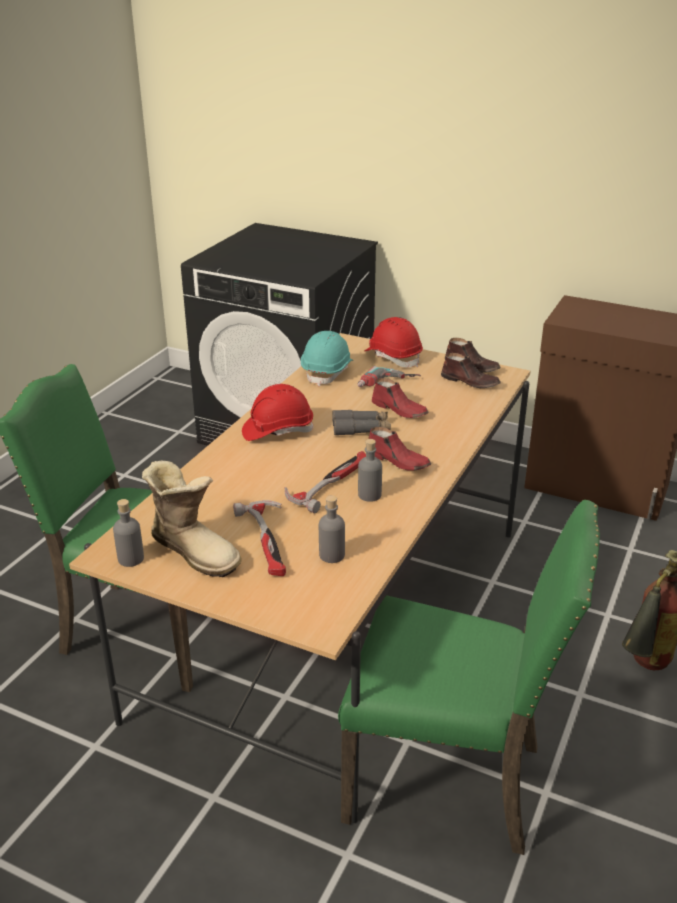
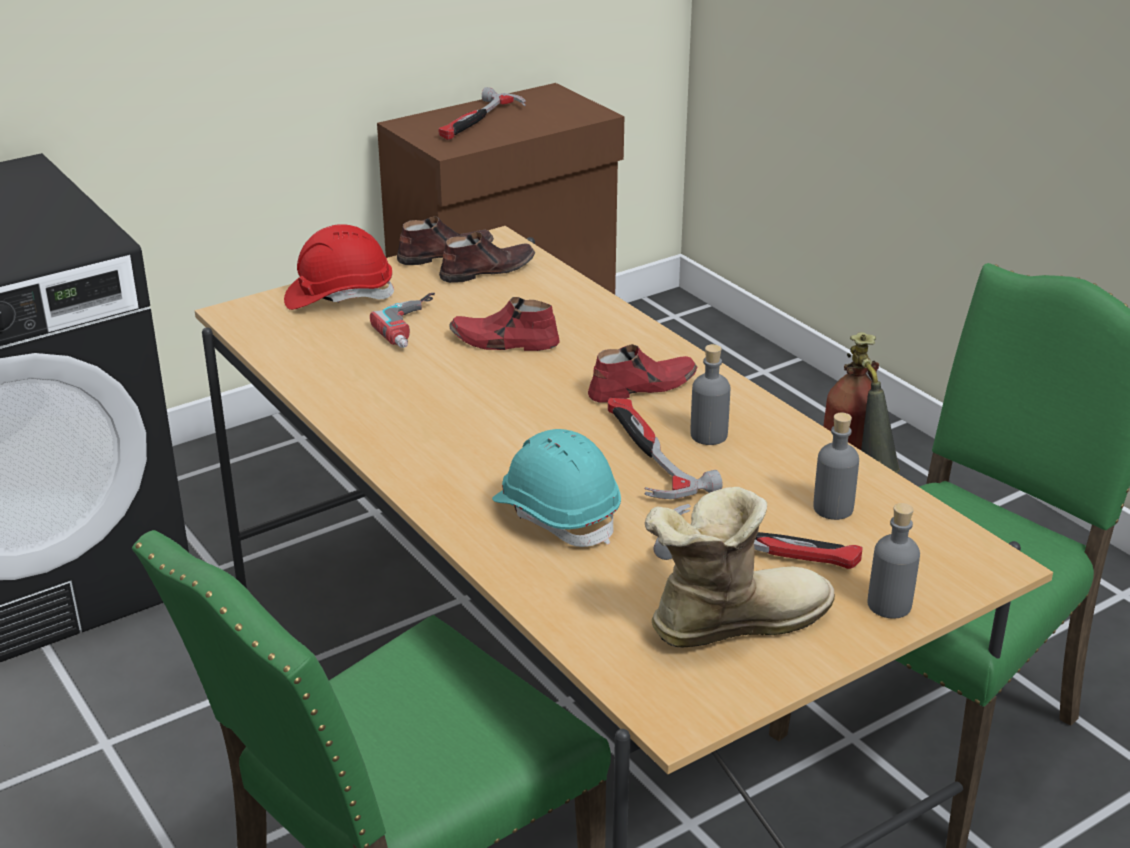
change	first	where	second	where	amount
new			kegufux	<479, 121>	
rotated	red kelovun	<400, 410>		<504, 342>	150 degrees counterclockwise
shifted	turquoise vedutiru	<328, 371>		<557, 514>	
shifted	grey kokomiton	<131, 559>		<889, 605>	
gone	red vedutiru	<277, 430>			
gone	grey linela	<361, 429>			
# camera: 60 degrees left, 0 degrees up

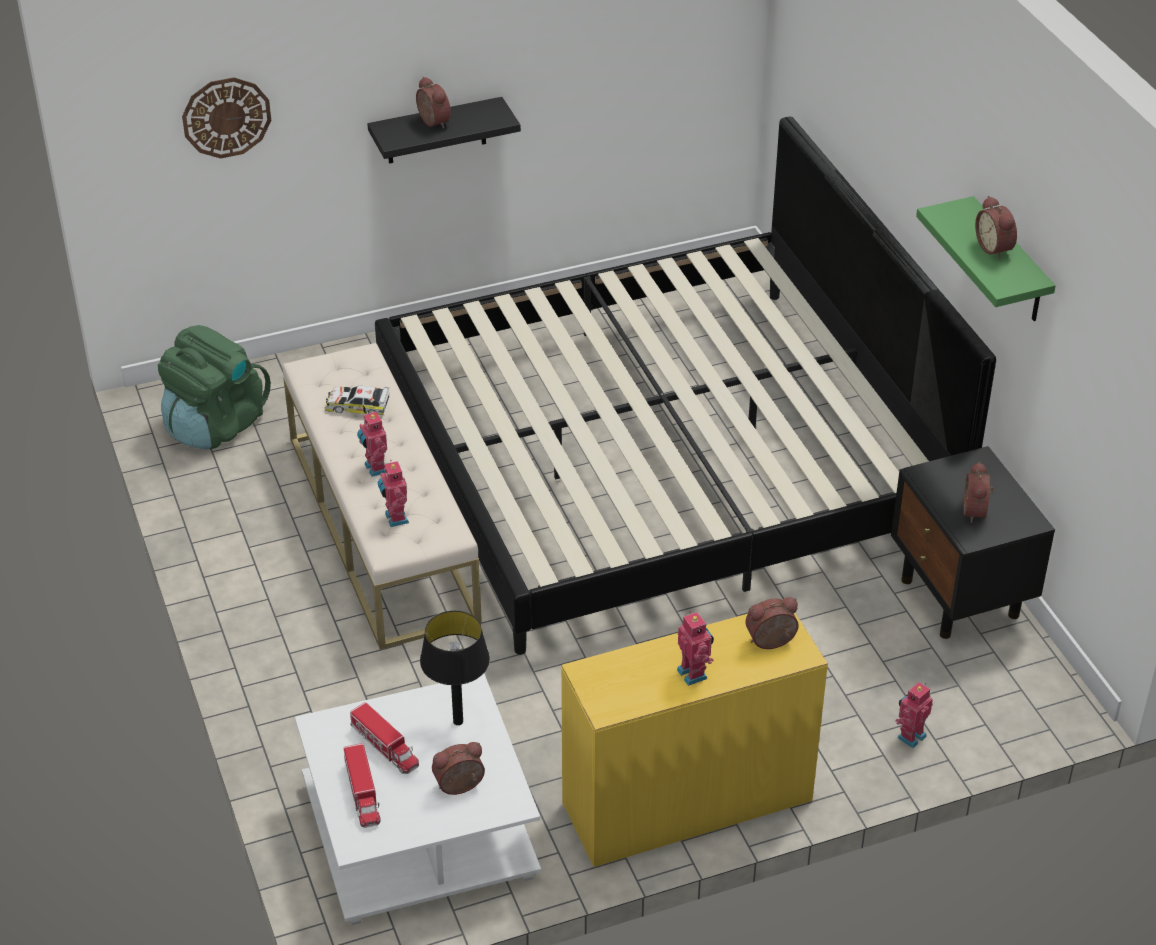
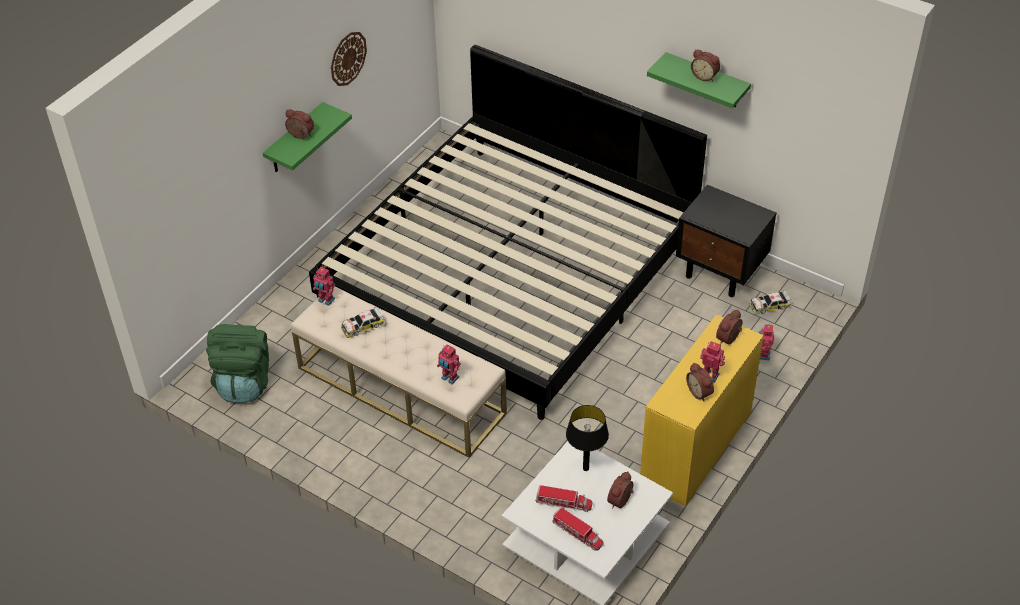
change	first	where	second	where	amount
repainted	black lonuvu	<436, 131>	green lonuvu	<295, 139>	
shifted	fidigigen	<375, 468>		<326, 300>	
shifted	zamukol	<226, 117>		<348, 58>	
shifted	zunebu	<976, 511>		<700, 392>	
new			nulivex	<769, 306>	
# camera: 35 degrees left, 5 degrees up

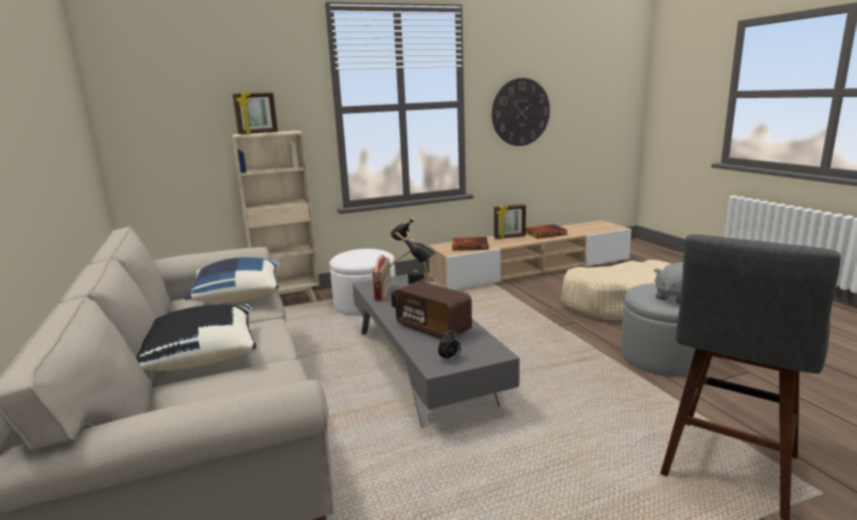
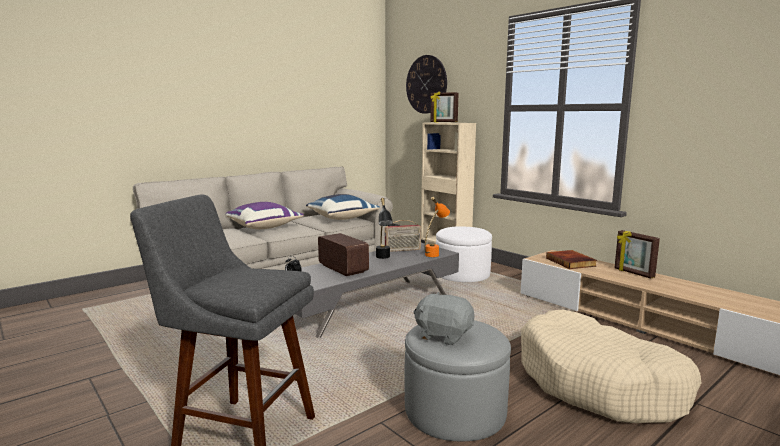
change	first	where	second	where	amount
repainted	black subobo	<200, 356>	purple subobo	<263, 227>	
rotated	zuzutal	<433, 328>		<342, 268>	120 degrees clockwise
shifted	zamukol	<520, 112>		<426, 84>	
repainted	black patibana	<411, 281>	orange patibana	<435, 253>	
gone	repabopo	<545, 233>			
# camera: 70 degrees right, 5 degrees down

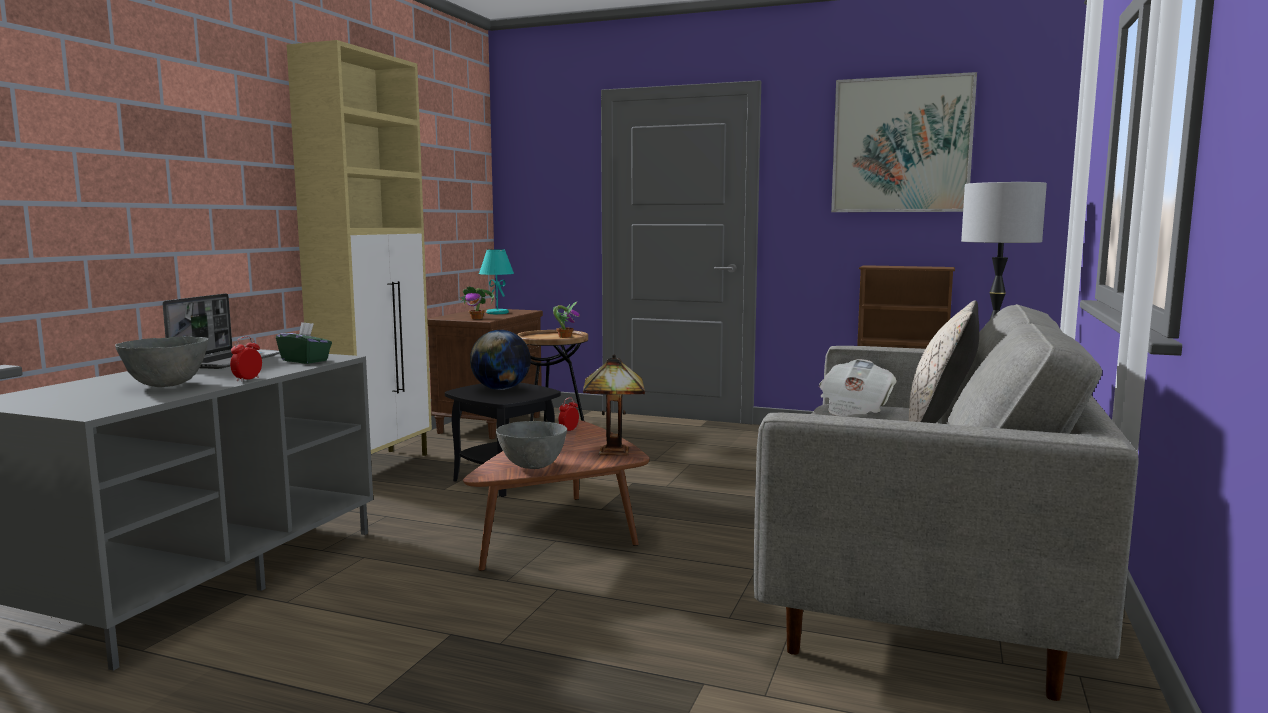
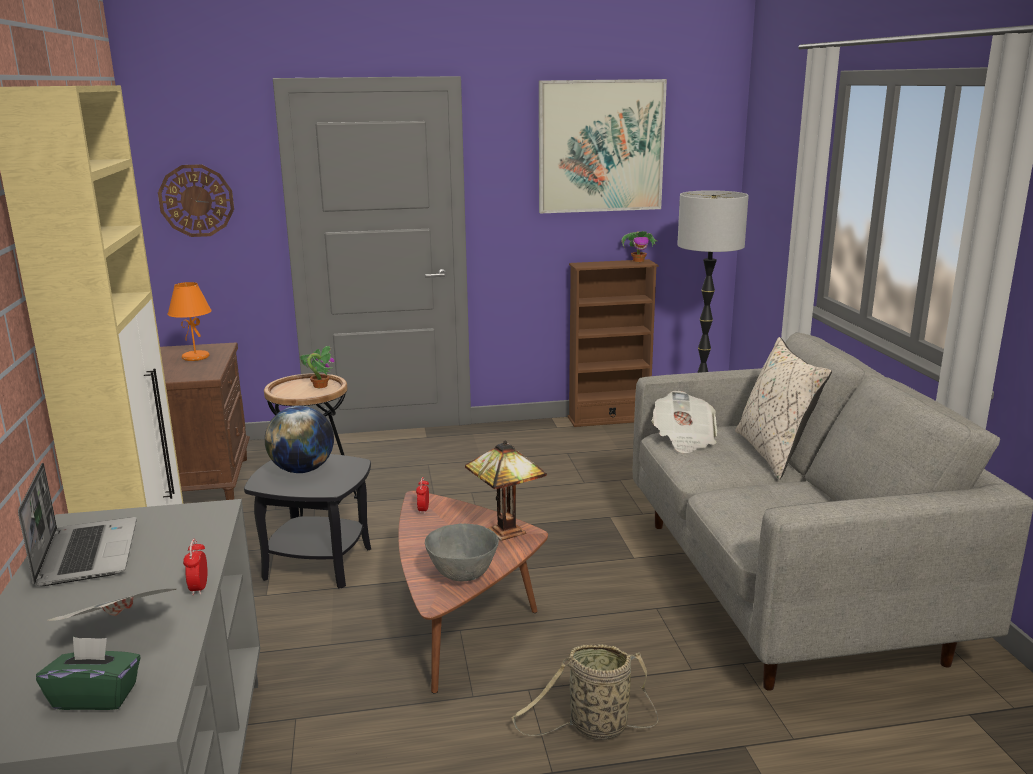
change	first	where	second	where	amount
shifted	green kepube	<305, 361>		<96, 696>	
swapped	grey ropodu	<166, 385>	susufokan	<120, 631>	
new			zamukol	<196, 200>	
repainted	turquoise patibana	<497, 313>	orange patibana	<195, 357>	
new			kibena	<594, 728>	
shifted	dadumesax	<477, 318>		<638, 261>	
# camera: 30 degrees left, 10 degrees up

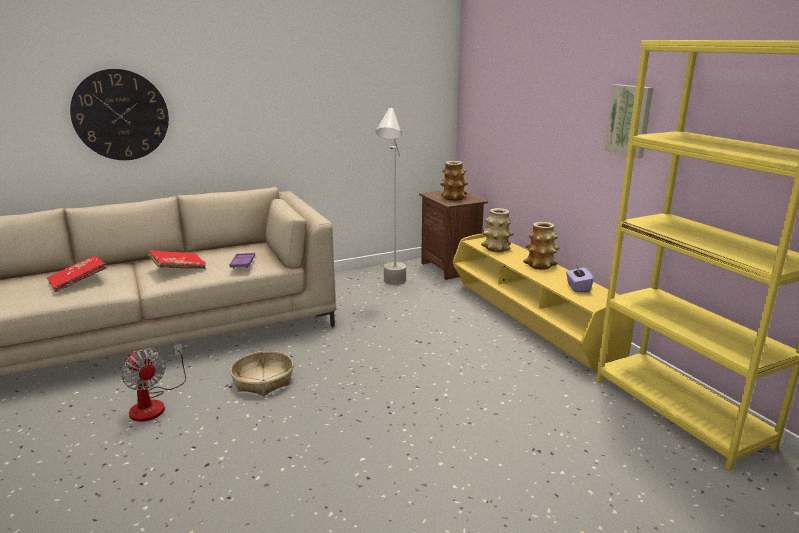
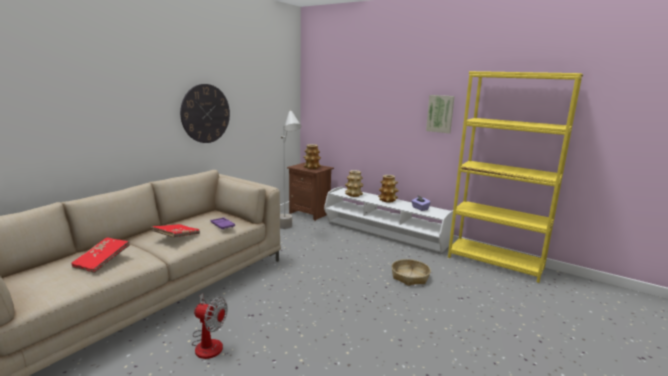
change	first	where	second	where	amount
shifted	zamukol	<121, 115>		<205, 113>	
repainted	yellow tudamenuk	<529, 320>	white tudamenuk	<384, 234>	
shifted	kibena	<263, 380>		<410, 277>	
# camera: 30 degrees left, 5 degrees down

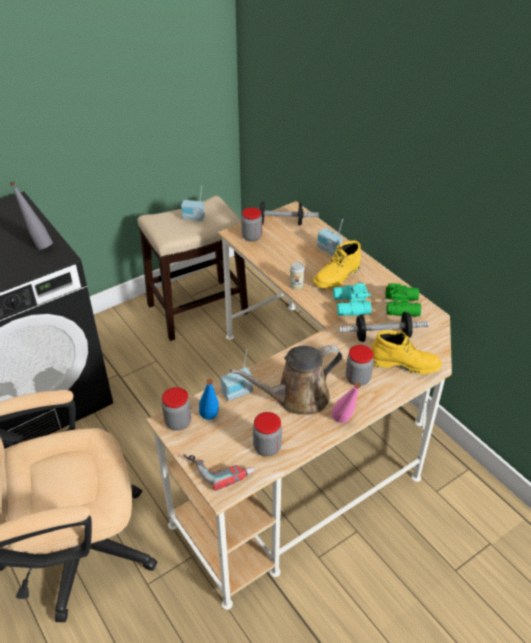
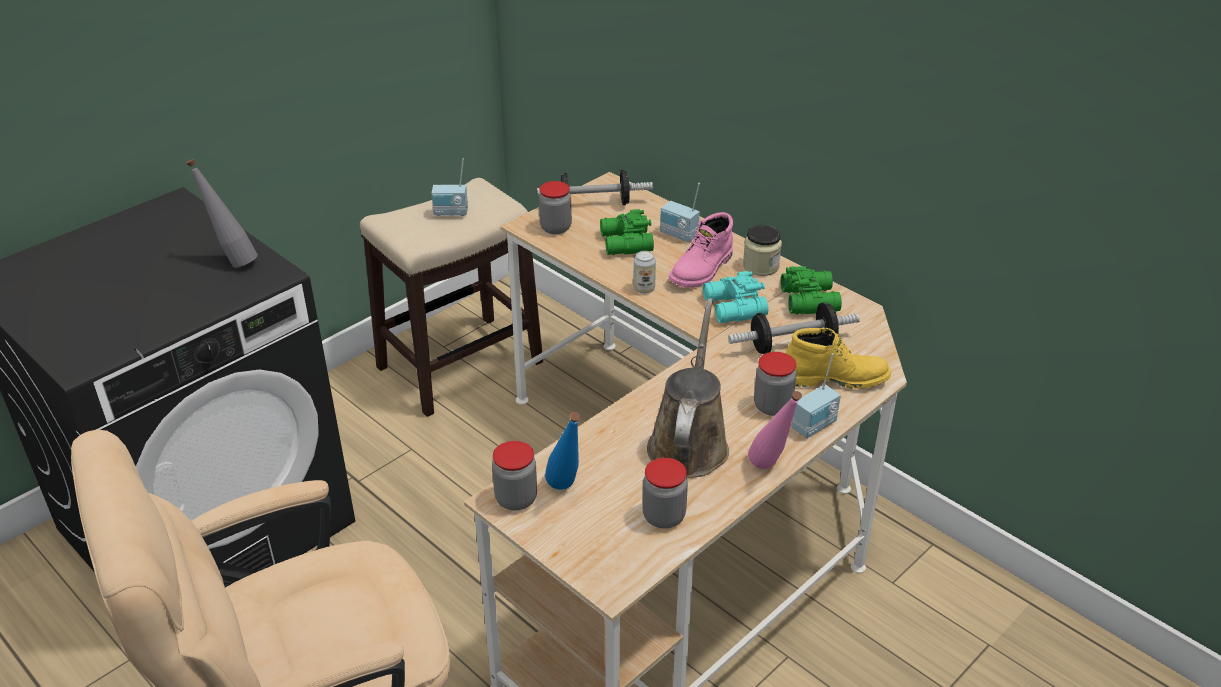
change	first	where	second	where	amount
new			green linela	<625, 243>	
rotated	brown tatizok	<297, 398>		<689, 443>	135 degrees clockwise
repainted	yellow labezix	<337, 277>	pink labezix	<702, 270>	
new			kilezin	<760, 266>	
shifted	zuzutal	<238, 393>		<815, 426>	
gone	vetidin	<219, 466>			
# camera: 10 degrees left, 5 degrees down

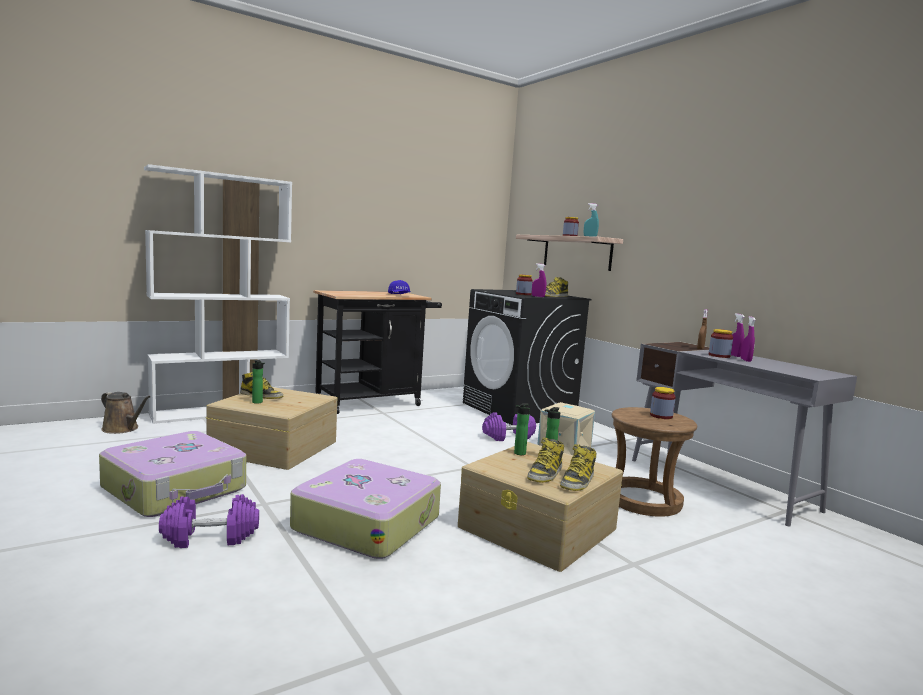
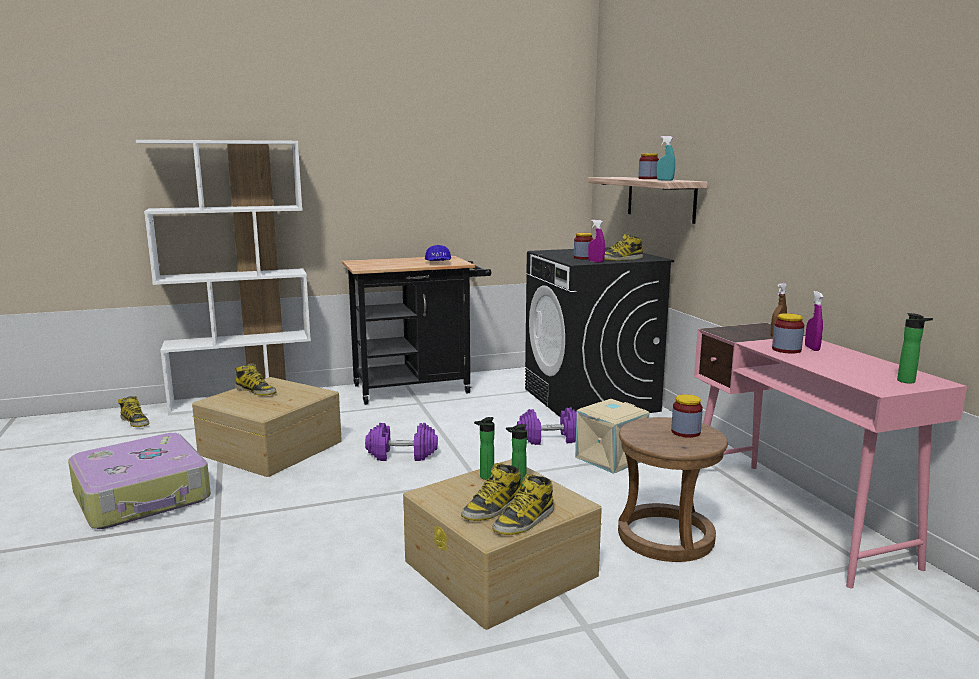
change	first	where	second	where	amount
swapped	brown tatizok	<122, 429>	labezix	<135, 422>	
shifted	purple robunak	<210, 538>		<401, 455>	
repainted	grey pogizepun	<720, 484>	pink pogizepun	<795, 518>	
shifted	kokomiton	<258, 402>		<908, 382>	
gone	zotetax	<367, 523>			
gone	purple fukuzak	<745, 360>			
# camera: 15 degrees right, 5 degrees up

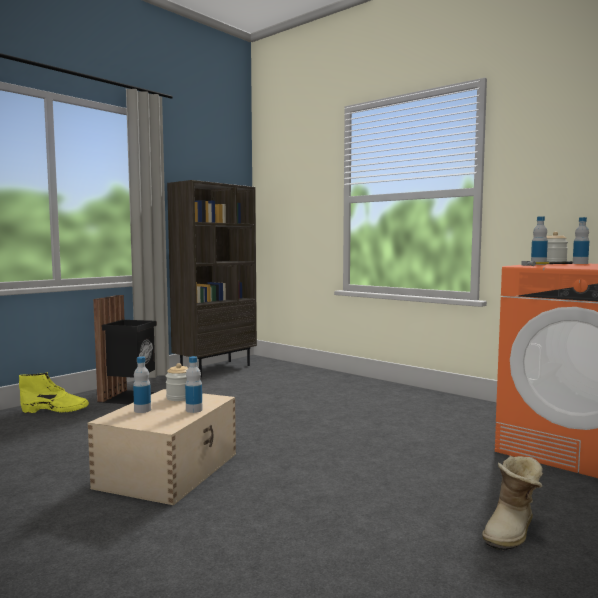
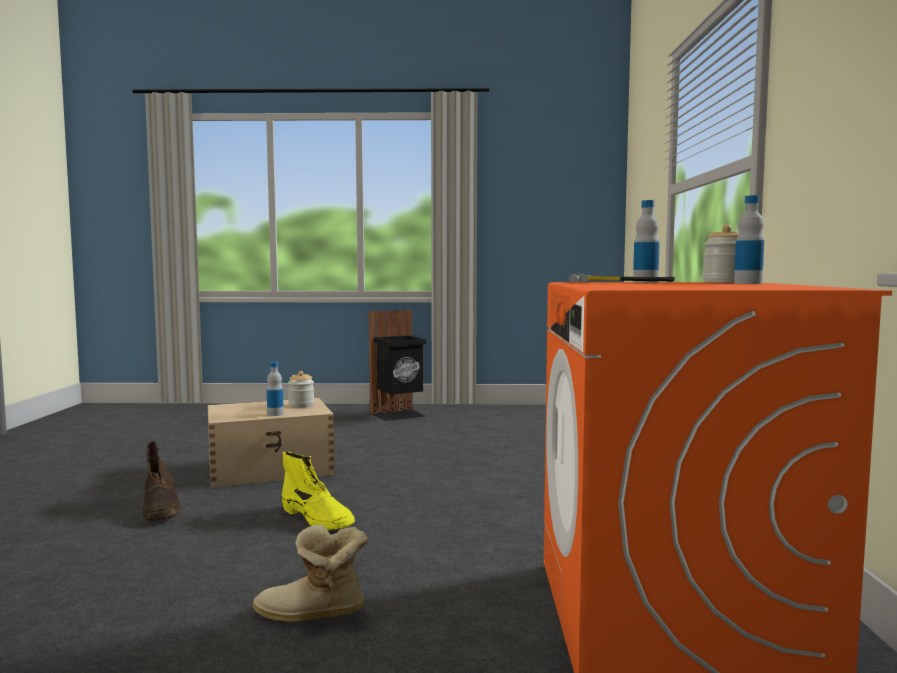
change	first	where	second	where	amount
new			brown labezix	<161, 508>	
shifted	yellow labezix	<56, 410>		<318, 519>	
gone	kokomiton	<142, 410>			
gone	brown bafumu	<215, 368>			
# camera: 50 degrees right, 0 degrees up

